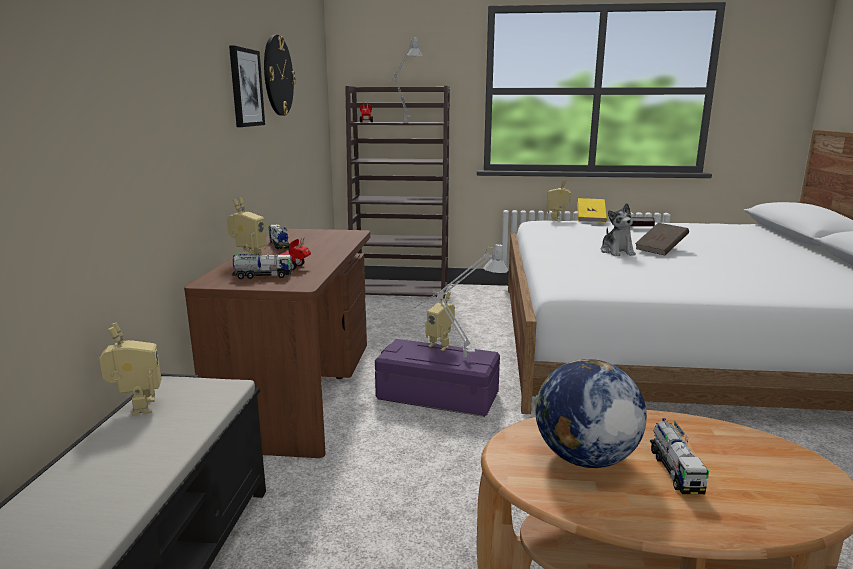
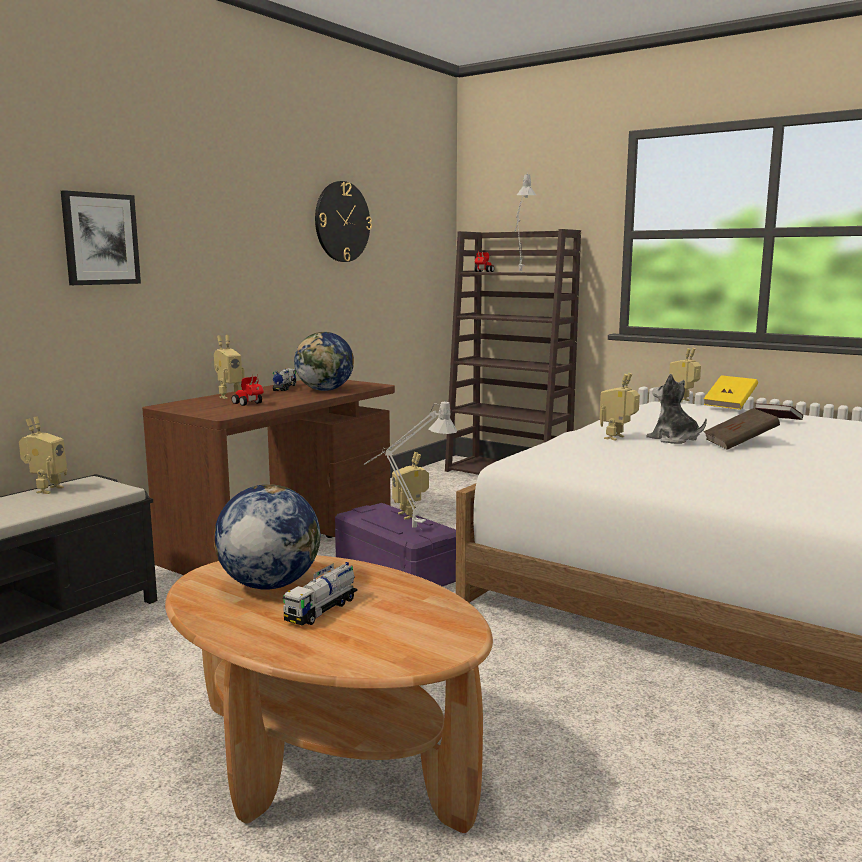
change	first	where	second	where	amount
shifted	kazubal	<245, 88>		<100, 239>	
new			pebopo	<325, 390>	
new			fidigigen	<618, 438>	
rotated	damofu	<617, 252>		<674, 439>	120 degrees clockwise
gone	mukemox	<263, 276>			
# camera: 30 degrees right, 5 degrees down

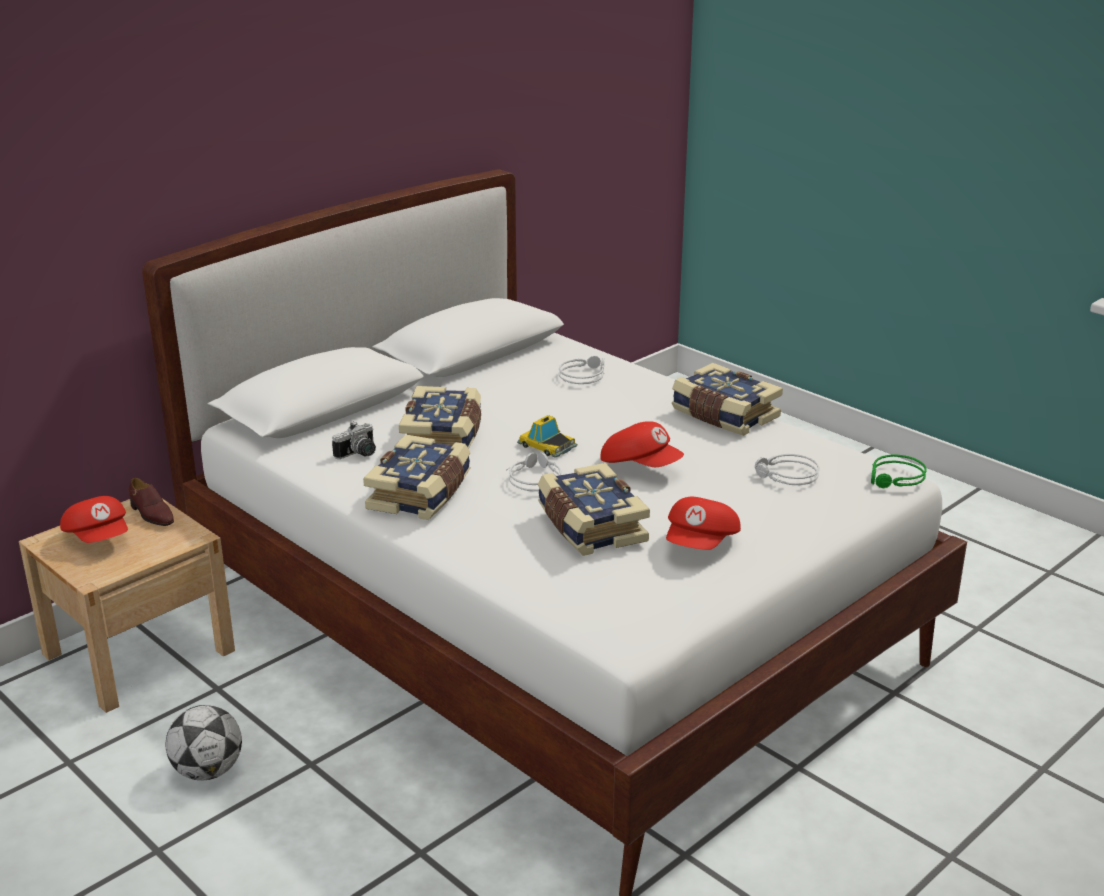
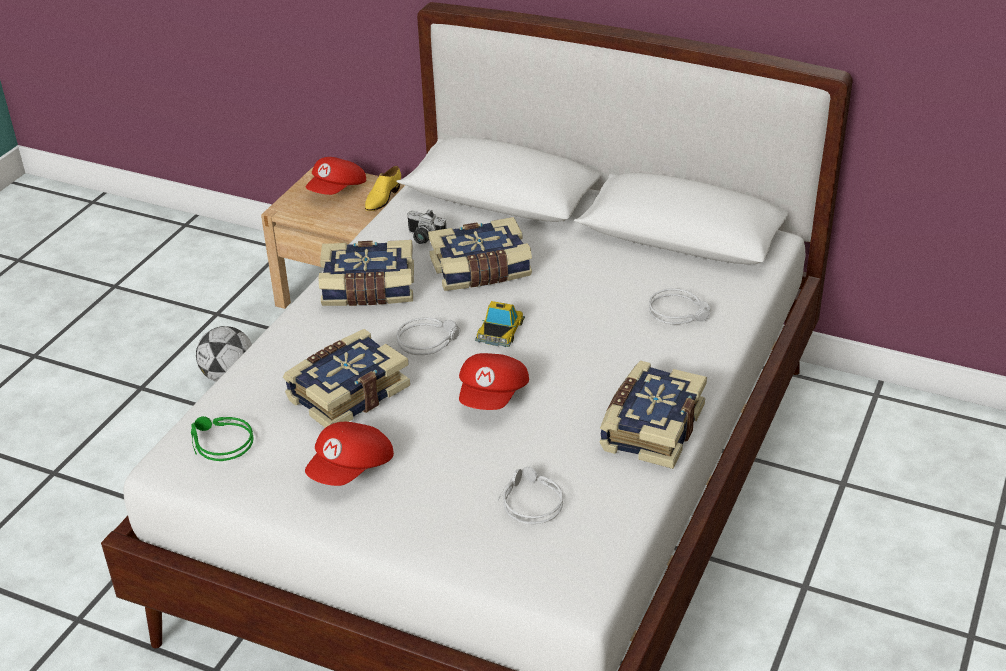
change	first	where	second	where	amount
shifted	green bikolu	<896, 479>		<219, 444>	
rotated	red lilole	<701, 544>		<352, 469>	60 degrees counterclockwise
repainted	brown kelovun	<151, 514>	yellow kelovun	<382, 198>	
# camera: 70 degrees right, 10 degrees up

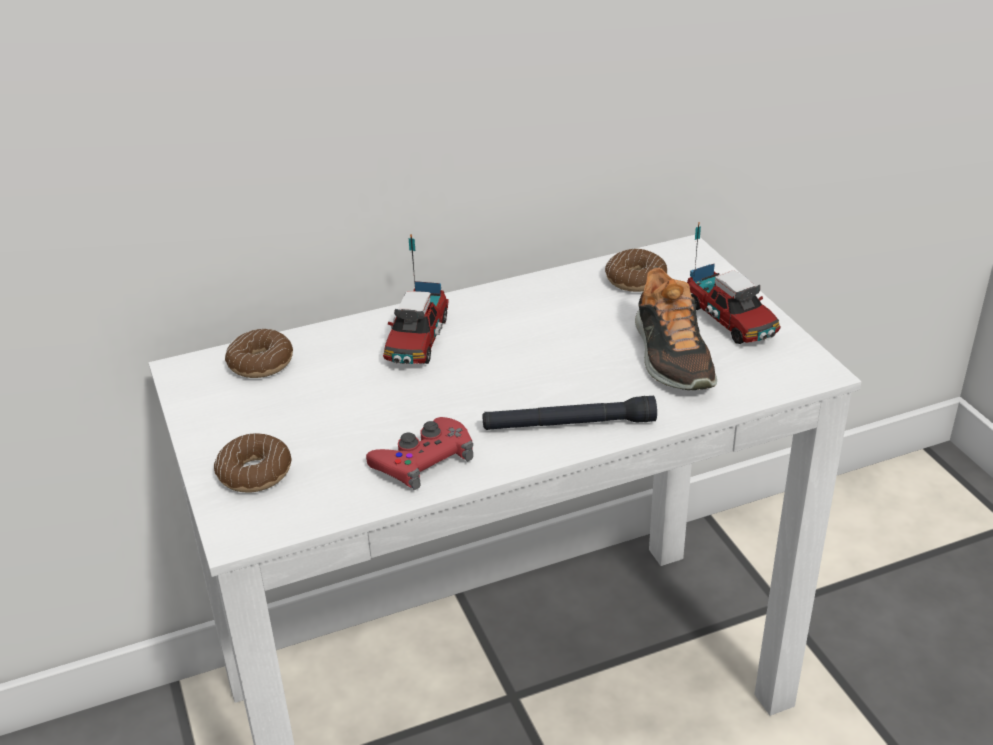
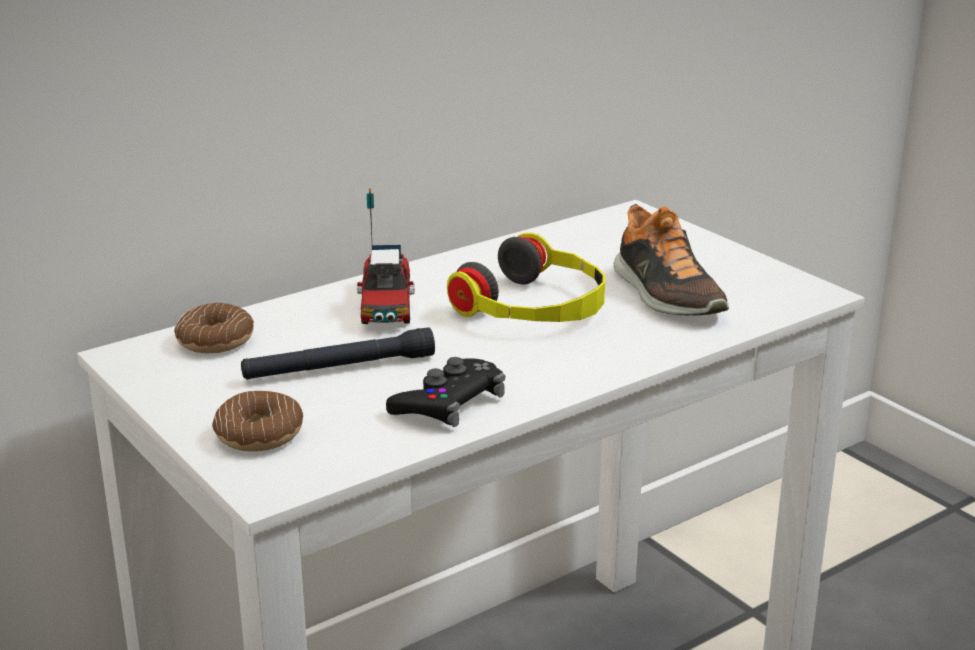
change	first	where	second	where	amount
shifted	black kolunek	<569, 425>		<339, 368>	
repainted	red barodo	<423, 461>	black barodo	<448, 403>	
new			bikolu	<535, 307>	
gone	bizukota	<635, 279>			
gone	mukemox	<730, 320>			
# camera: 15 degrees left, 10 degrees down

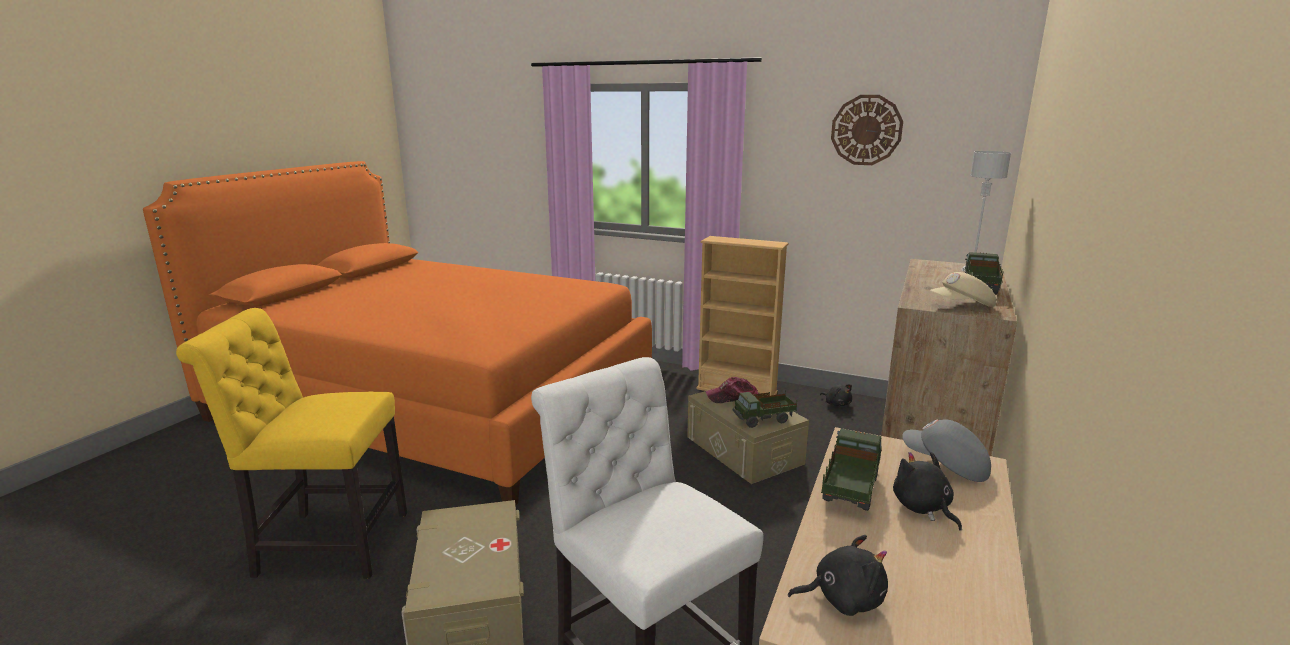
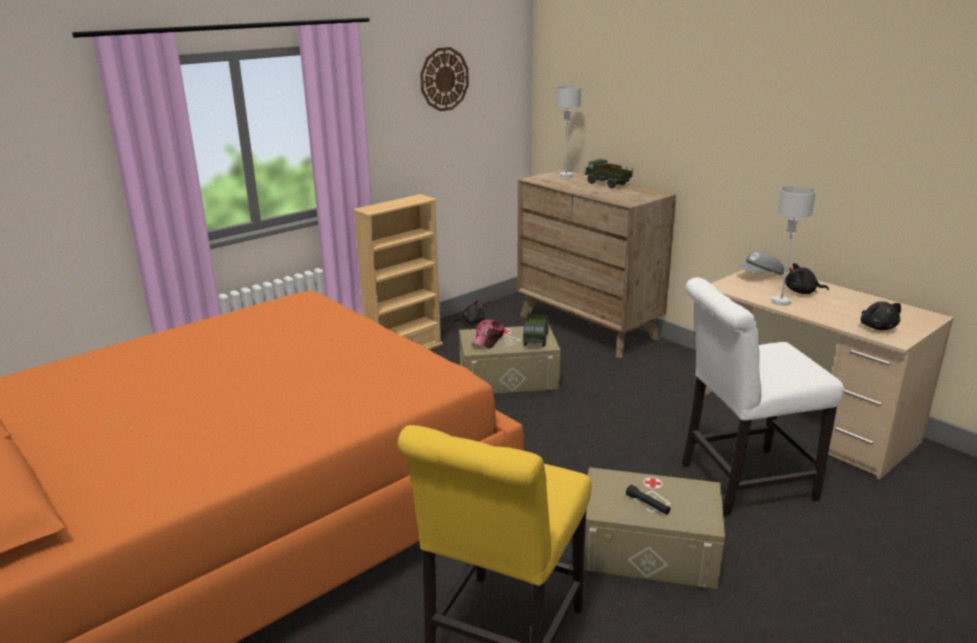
change	first	where	second	where	amount
new			black kolunek	<647, 504>	
swapped	mukemox	<849, 490>	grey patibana	<781, 302>	
rotated	black damofu	<843, 599>		<877, 327>	150 degrees clockwise
gone	beige lilole	<962, 306>			
# camera: 65 degrees left, 5 degrees up

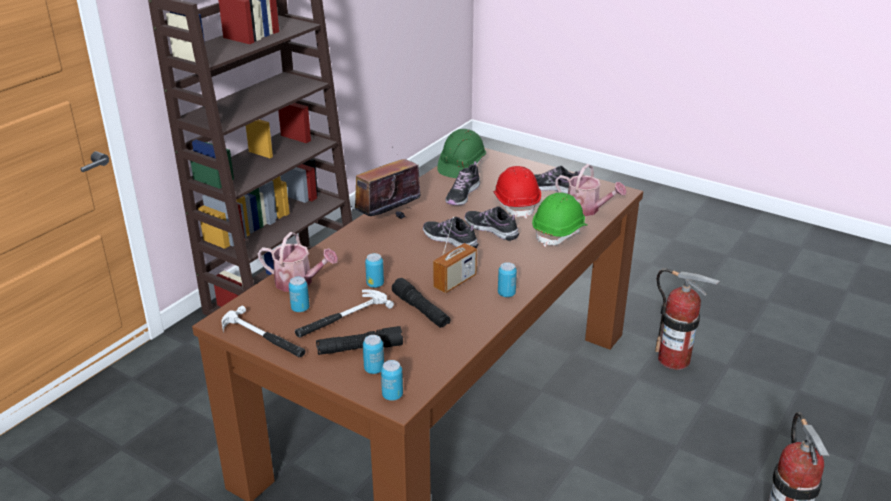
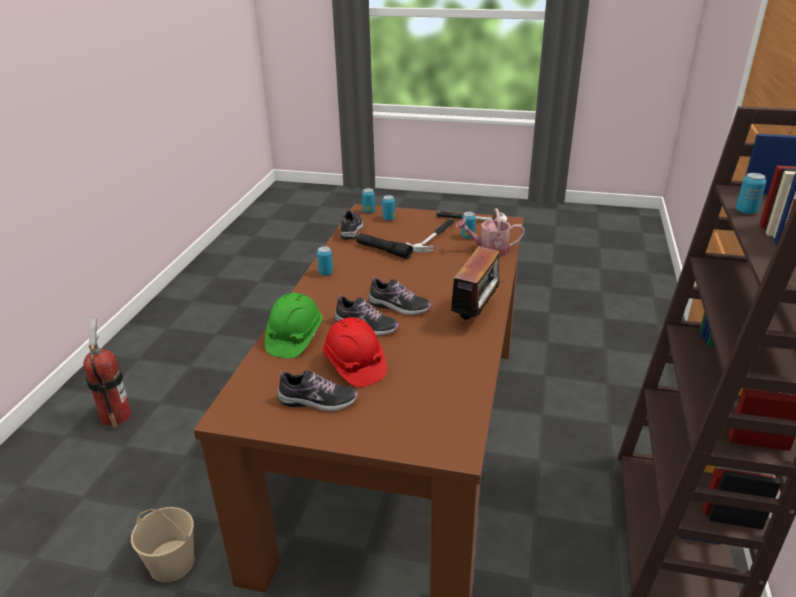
change	first	where	second	where	amount
swapped	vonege	<674, 359>	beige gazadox	<171, 563>	
shifted	kelovun	<462, 195>		<351, 230>	
shifted	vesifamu	<375, 284>		<746, 211>	
gone	black kolunek	<360, 349>			
gone	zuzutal	<455, 282>			
gone	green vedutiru	<461, 166>			
gone	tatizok	<587, 210>			
# camera: 160 degrees right, 0 degrees up

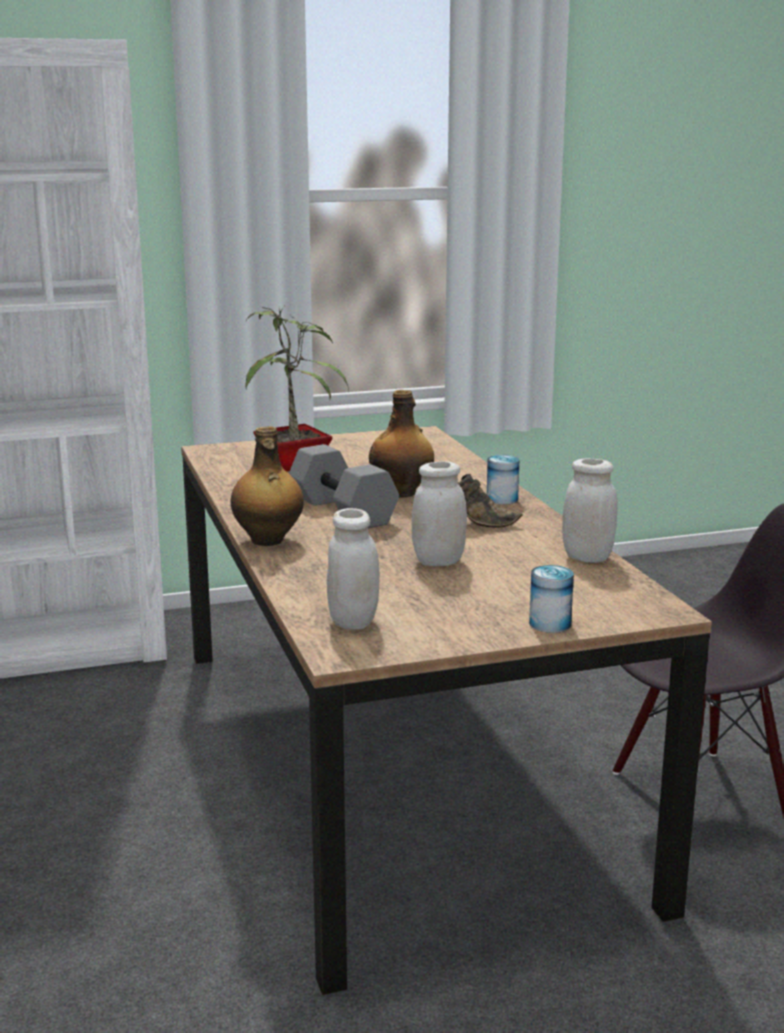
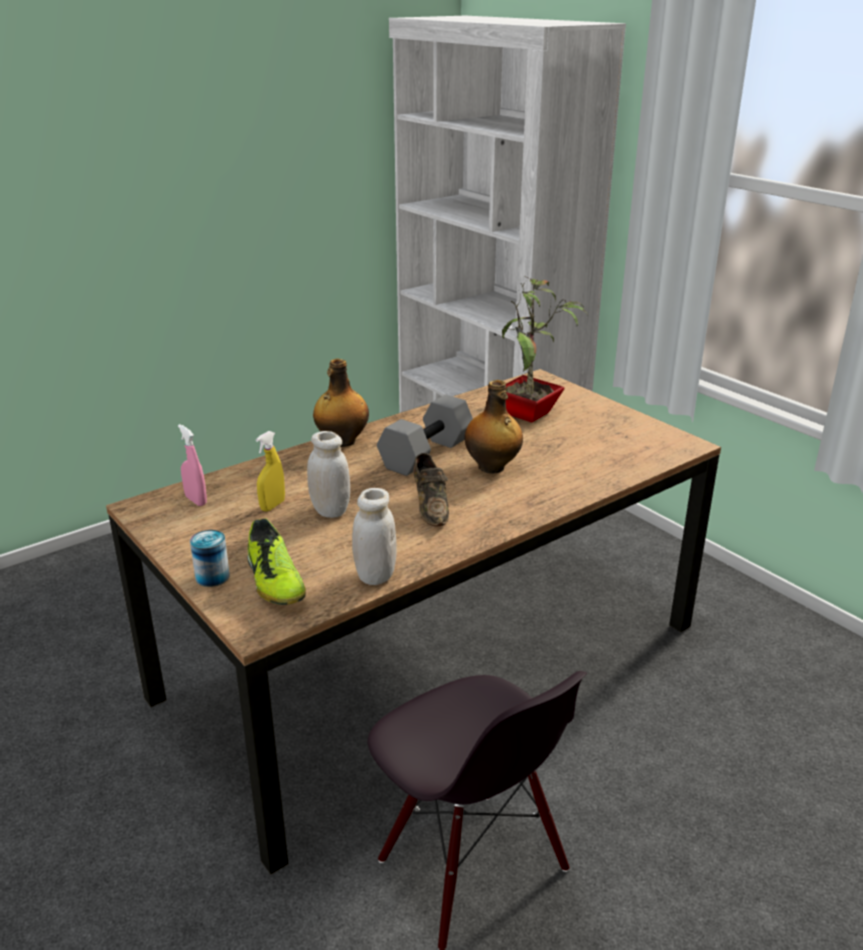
change	first	where	second	where	amount
swapped	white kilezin	<353, 622>	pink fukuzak	<196, 500>	
new			kelovun	<275, 581>	
new			yellow fukuzak	<272, 506>	
gone	vesifamu	<502, 499>			
# camera: 70 degrees right, 10 degrees up

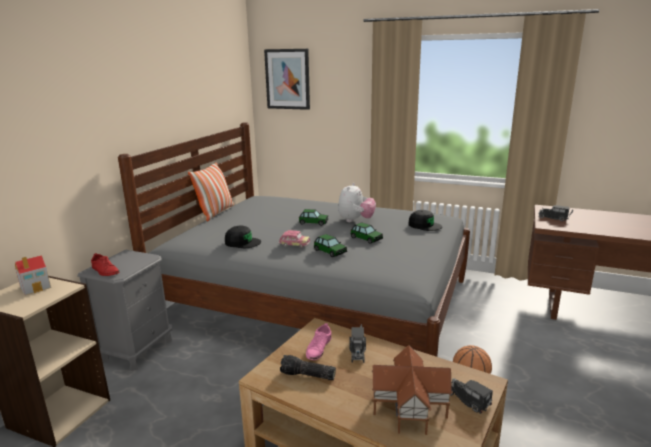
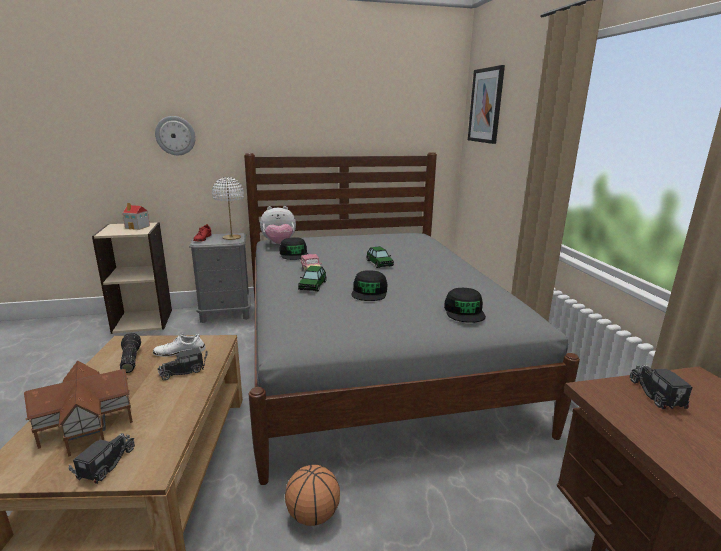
change	first	where	second	where	amount
repainted	pink kelovun	<318, 348>	white kelovun	<180, 351>	
new			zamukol	<175, 135>	
new			white patibana	<231, 238>	
shifted	damofu	<355, 220>		<279, 244>	
swapped	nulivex	<366, 238>	black lilole	<369, 292>	
gone	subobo	<215, 213>			
# camera: 55 degrees right, 0 degrees up

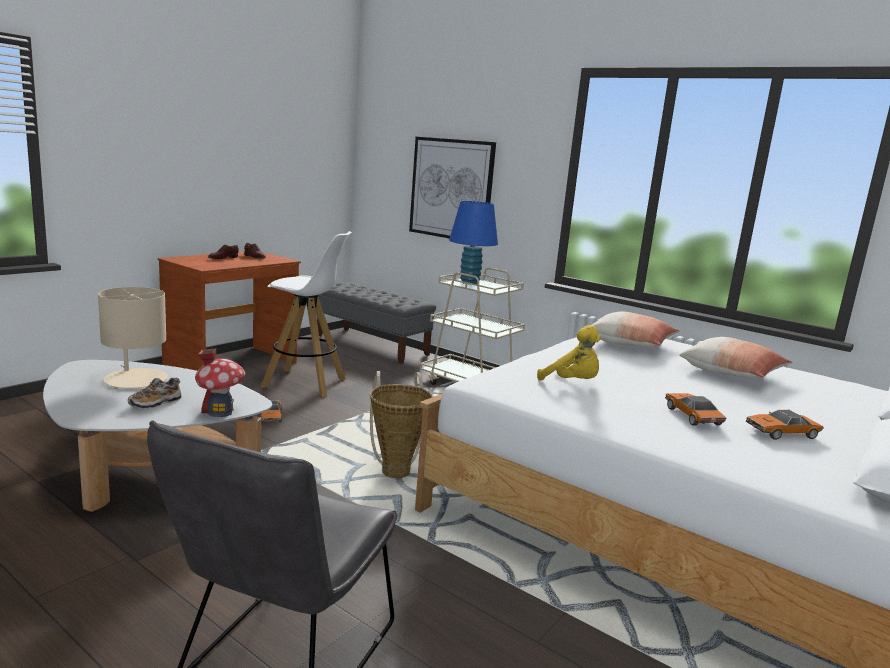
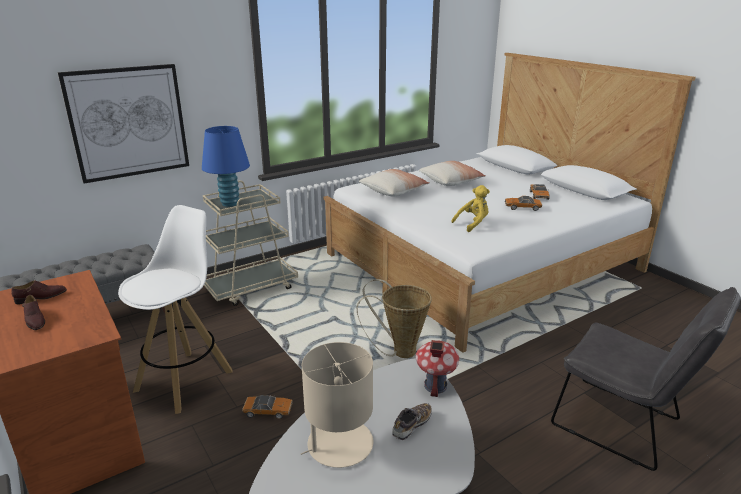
change	first	where	second	where	amount
rotated	kelovun	<155, 403>		<411, 425>	105 degrees counterclockwise
# camera: 70 degrees left, 10 degrees up

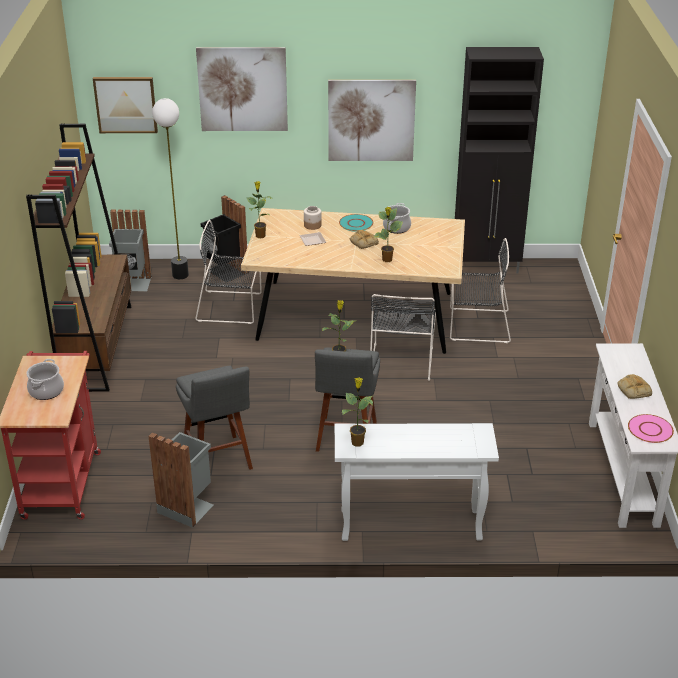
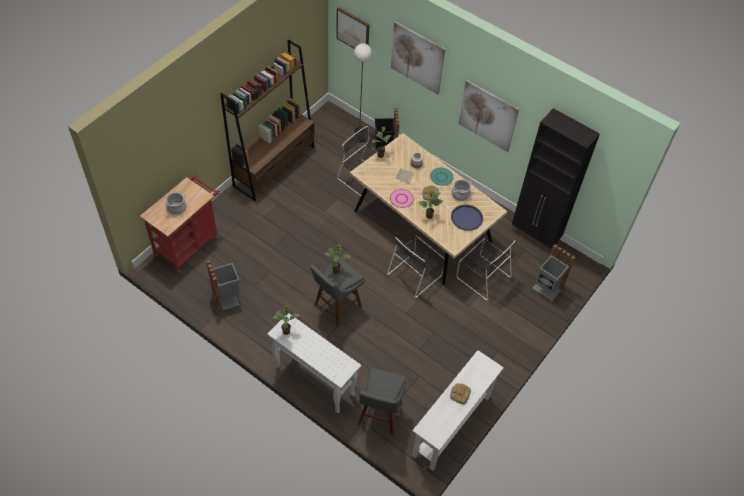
change	first	where	second	where	amount
shifted	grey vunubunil	<218, 461>		<379, 416>	
shifted	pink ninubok	<650, 429>		<401, 199>	
new			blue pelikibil	<466, 218>	
shifted	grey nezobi	<133, 284>		<547, 289>	
# camera: 35 degrees right, 20 degrees up

